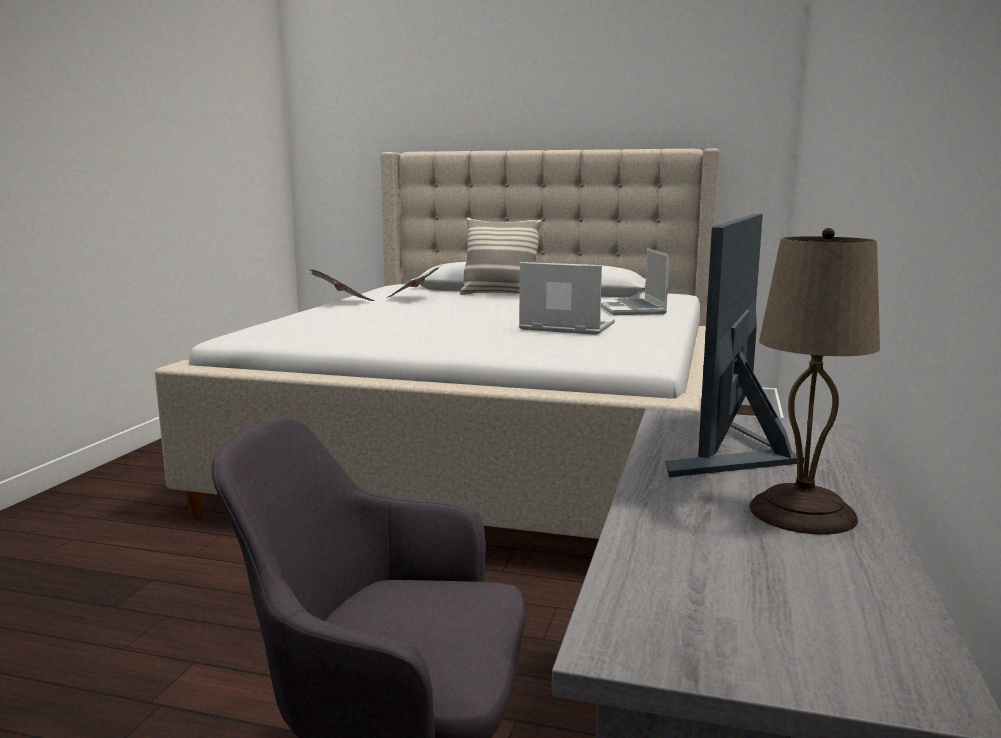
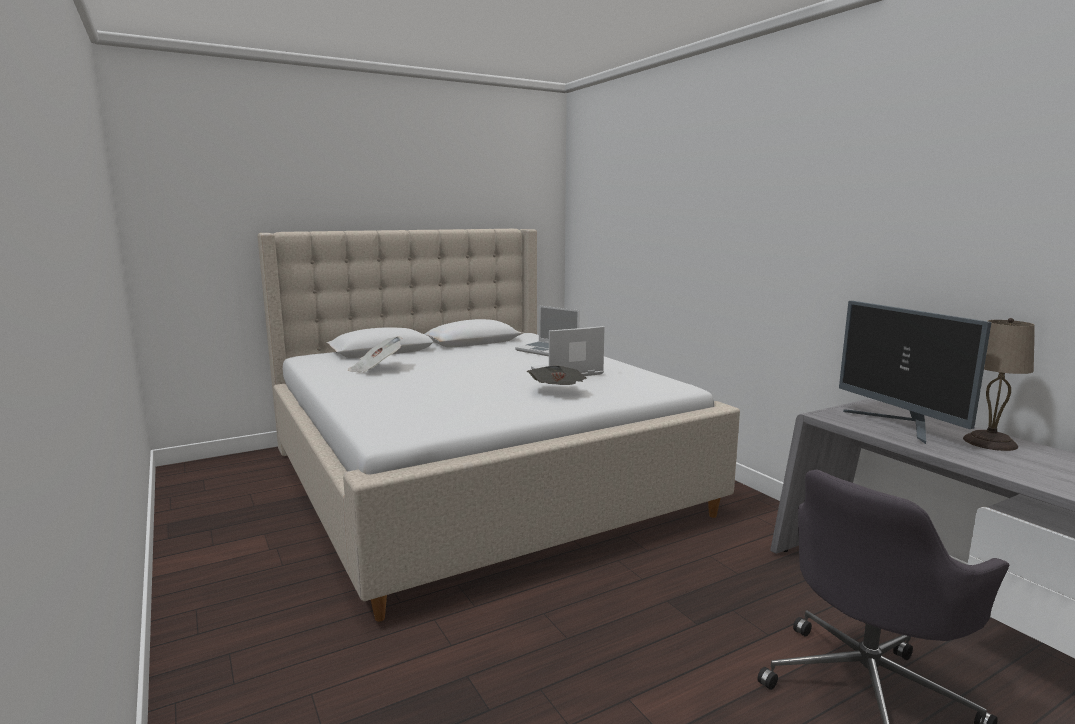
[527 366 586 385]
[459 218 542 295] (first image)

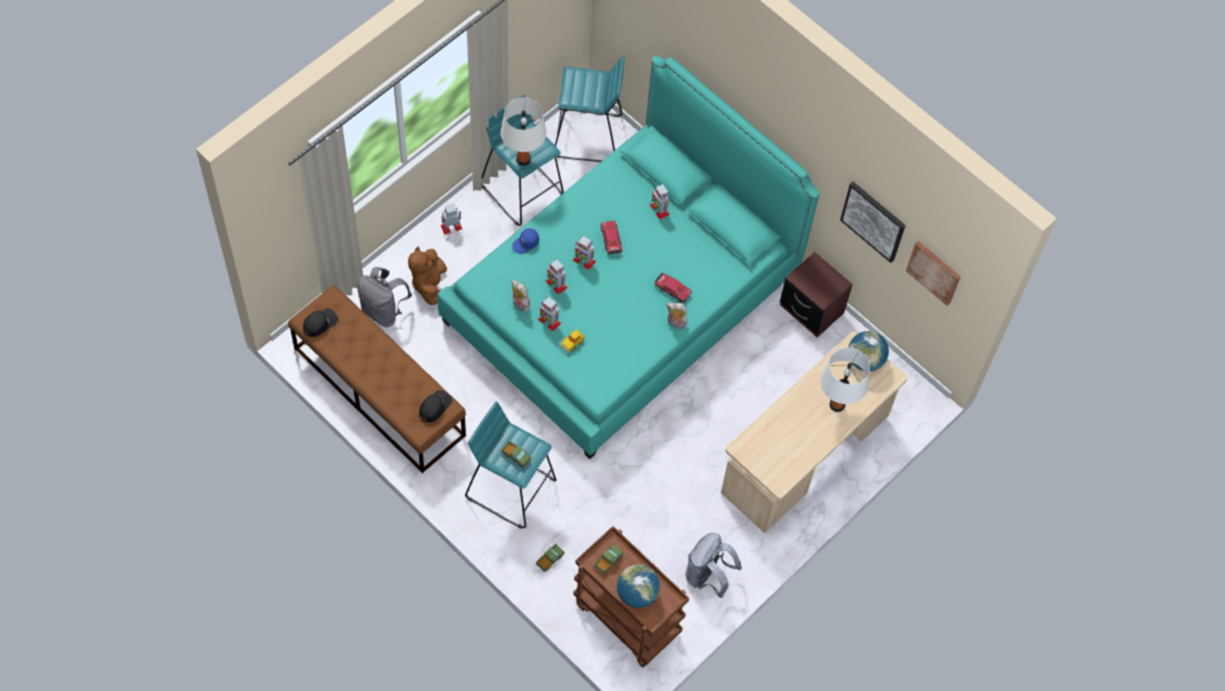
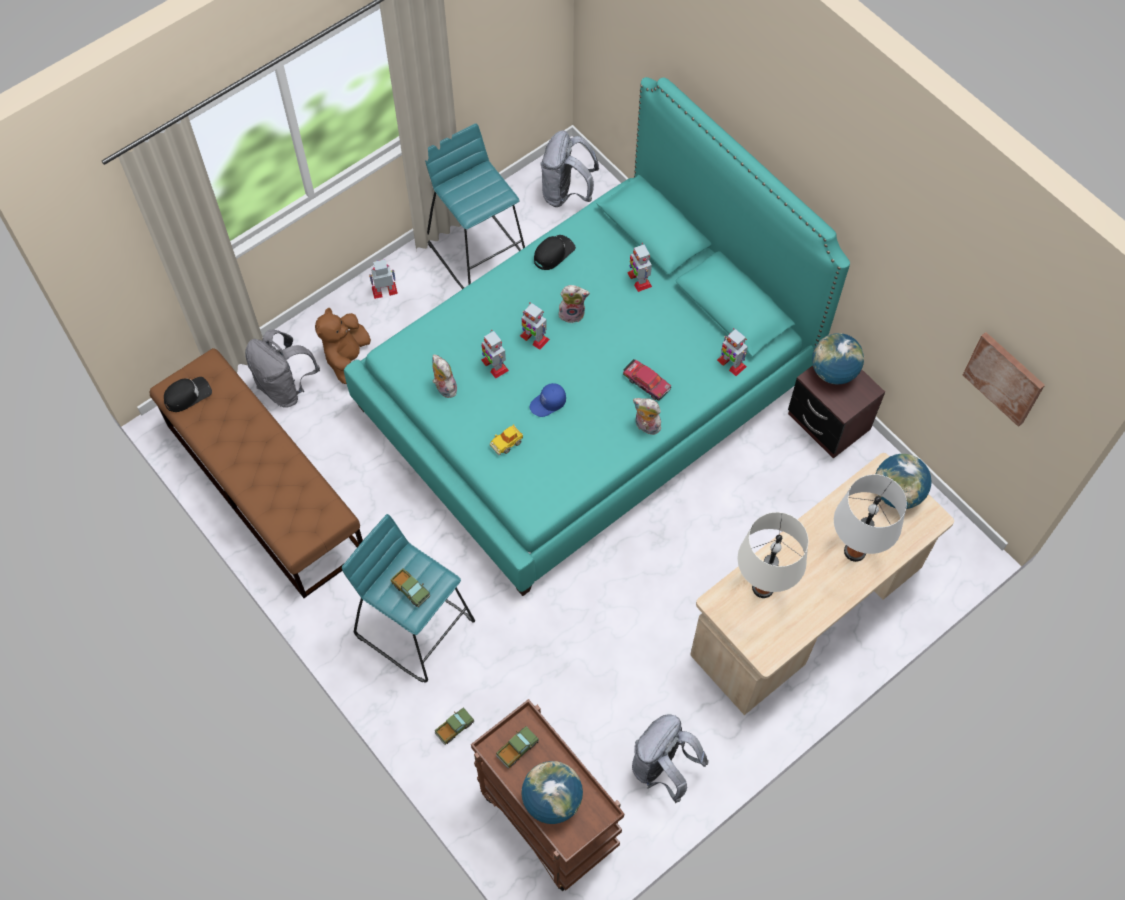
[534 235 576 270]
[737 512 809 598]
[530 383 566 417]
[717 328 748 376]
[540 130 599 207]
[559 285 590 323]
[840 182 906 263] (first image)
[812 333 864 385]

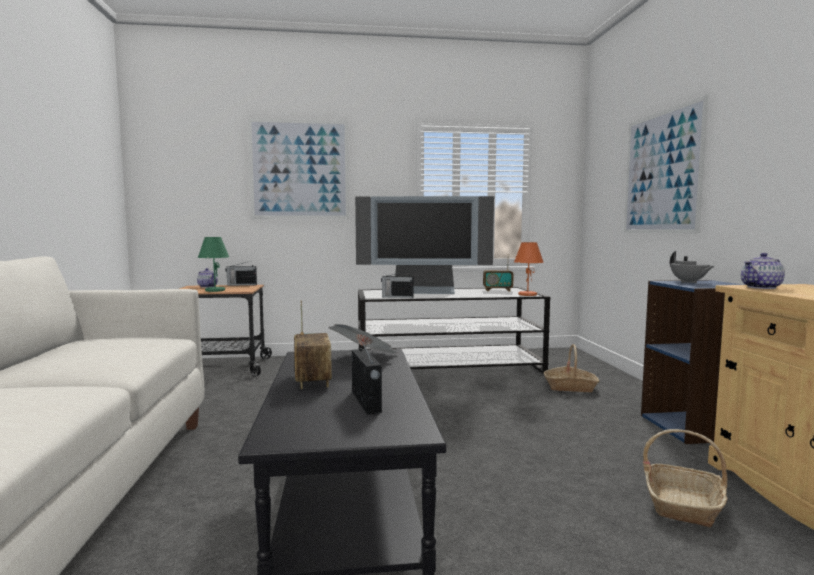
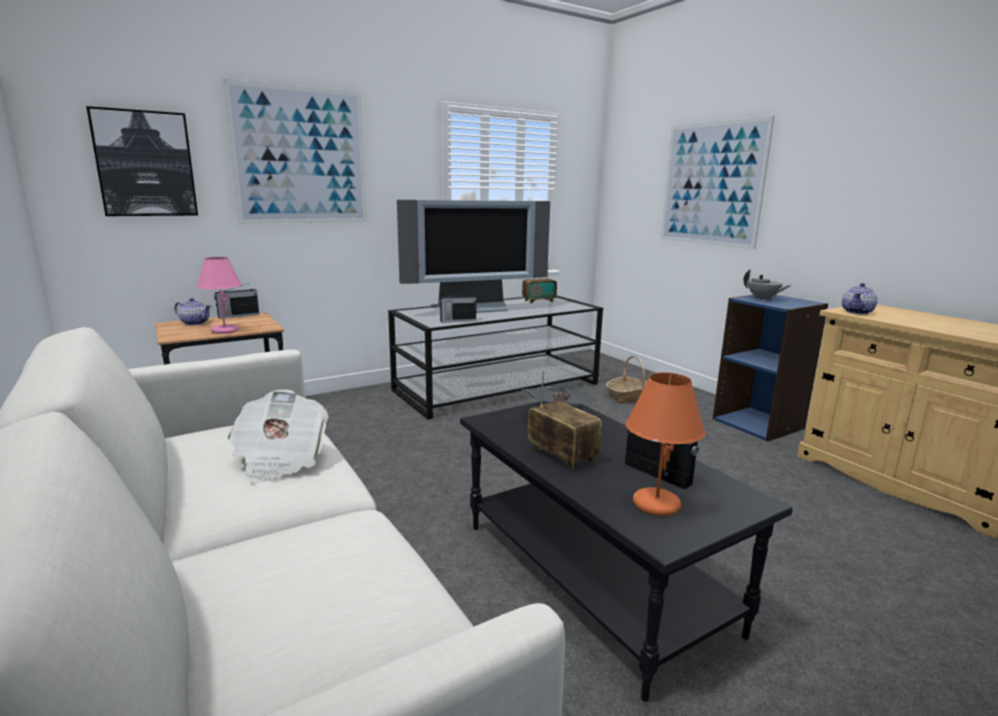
[197 257 242 334]
[626 372 705 516]
[643 429 728 528] (first image)
[86 106 198 216]
[228 389 329 484]

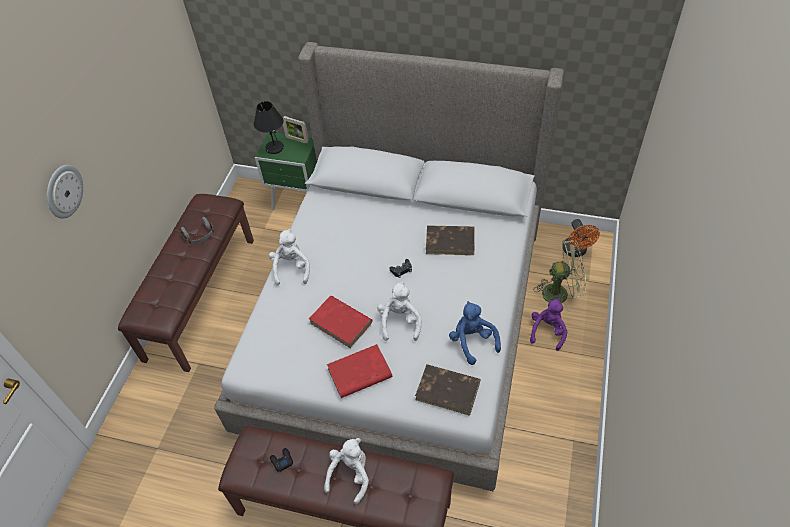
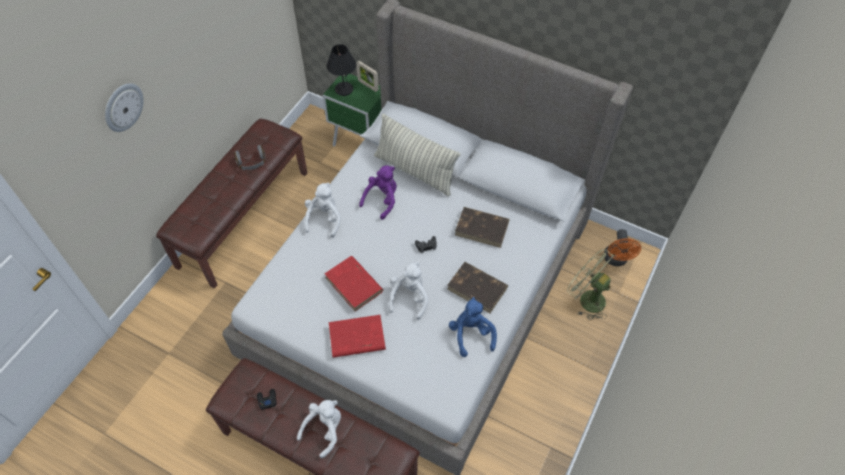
[447 262 508 313]
[359 166 397 220]
[567 249 615 320]
[374 114 461 196]

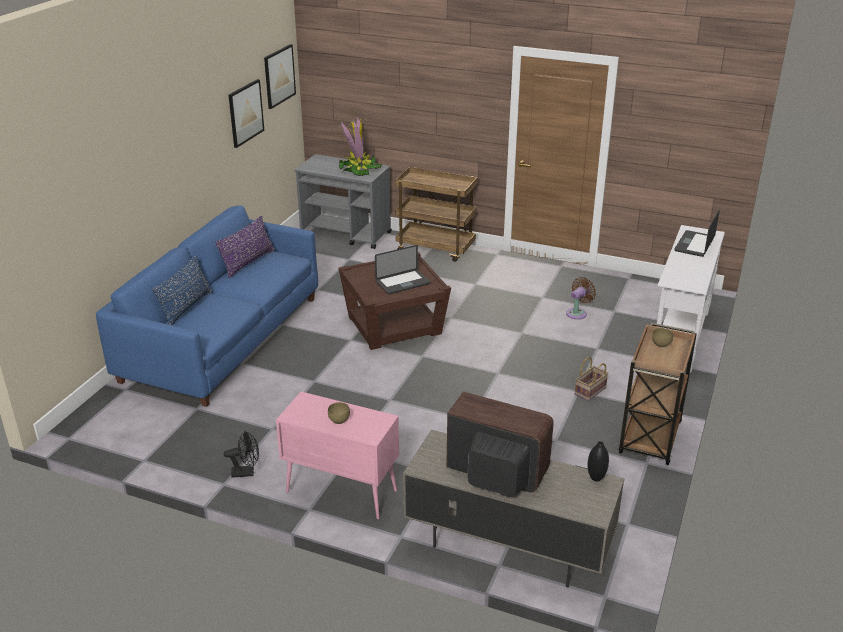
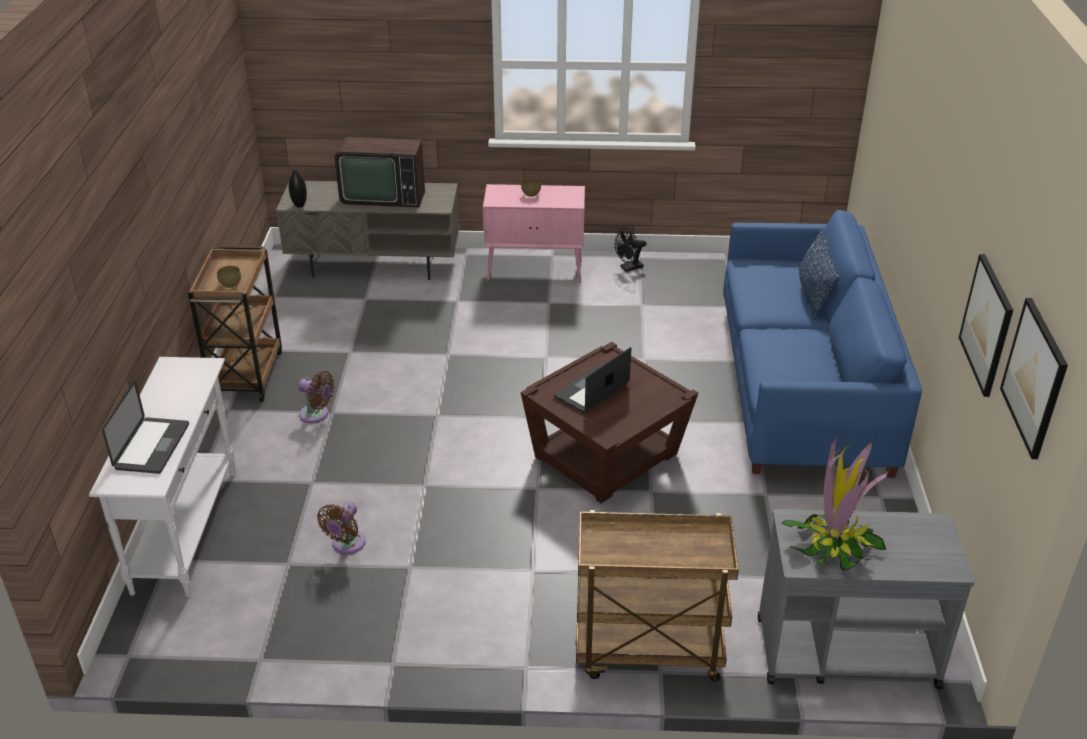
[215 216 275 278] (first image)
[298 371 334 423]

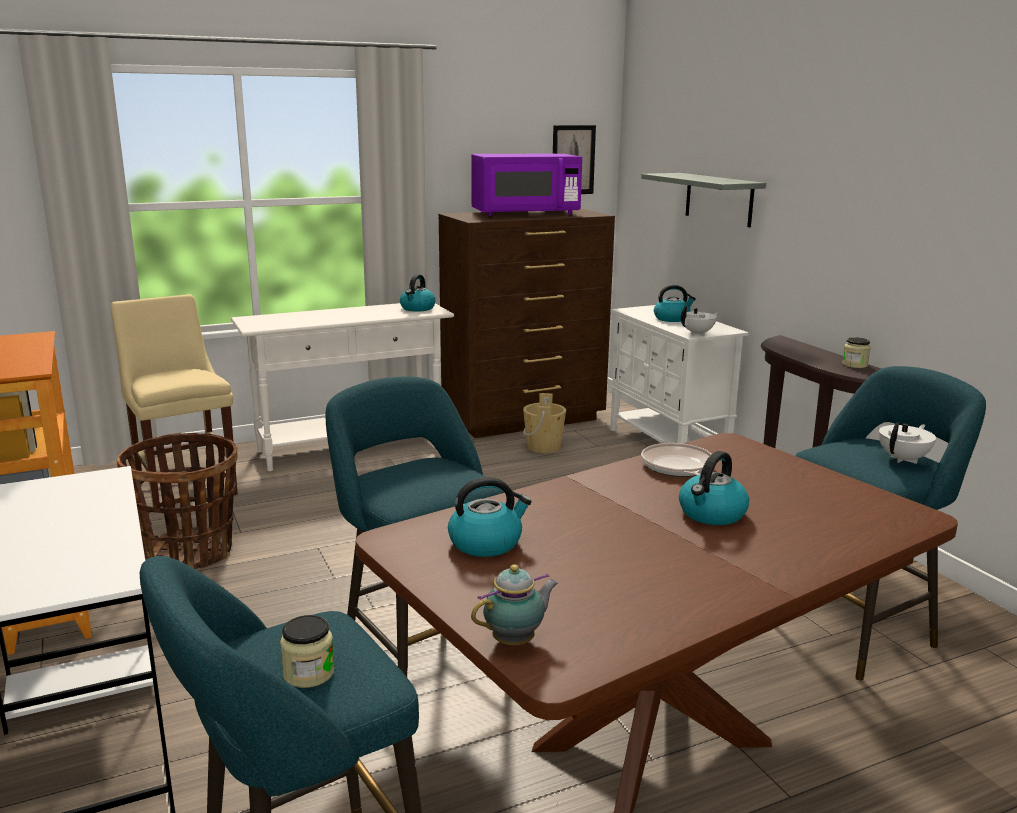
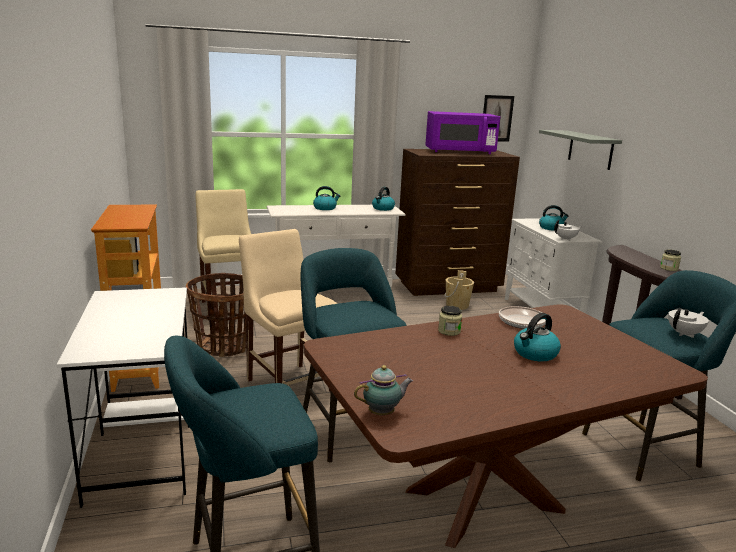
[438 306 462 336]
[313 186 340 210]
[239 229 338 392]

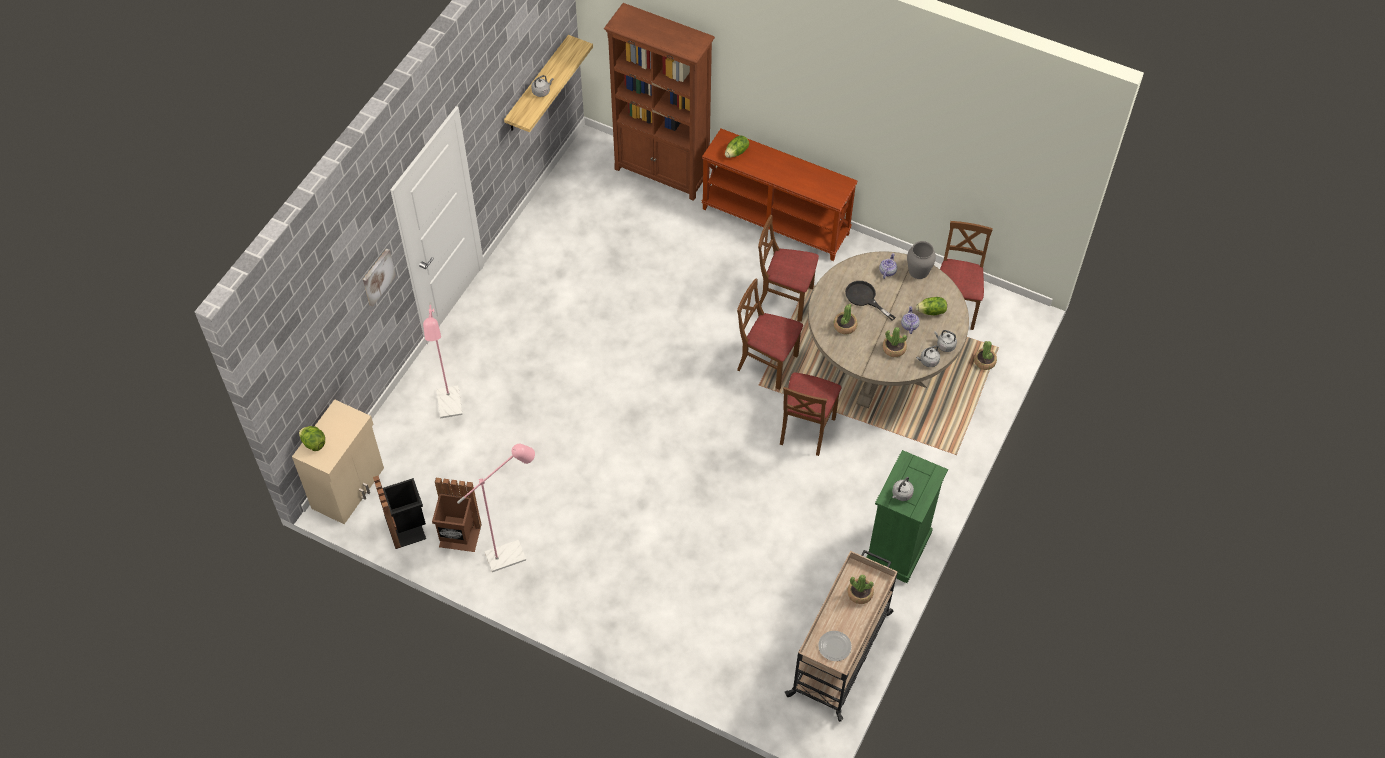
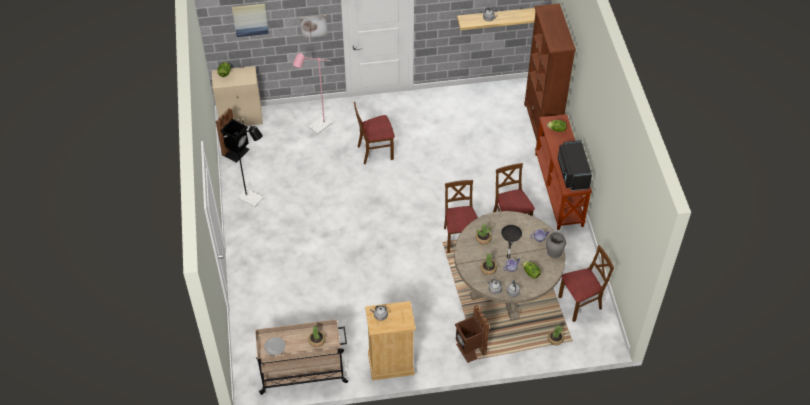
[455 305 490 363]
[224 126 264 207]
[354 102 395 164]
[365 301 416 380]
[232 4 269 37]
[558 140 592 191]

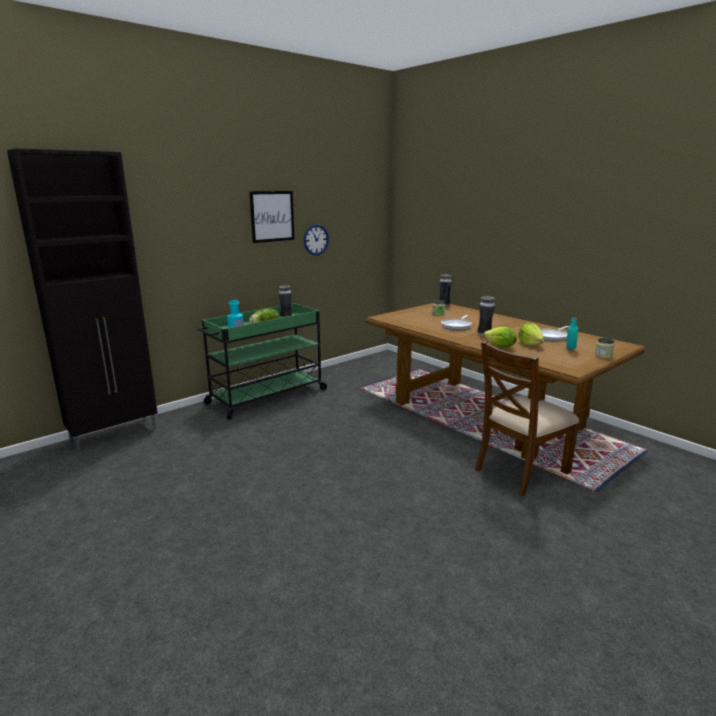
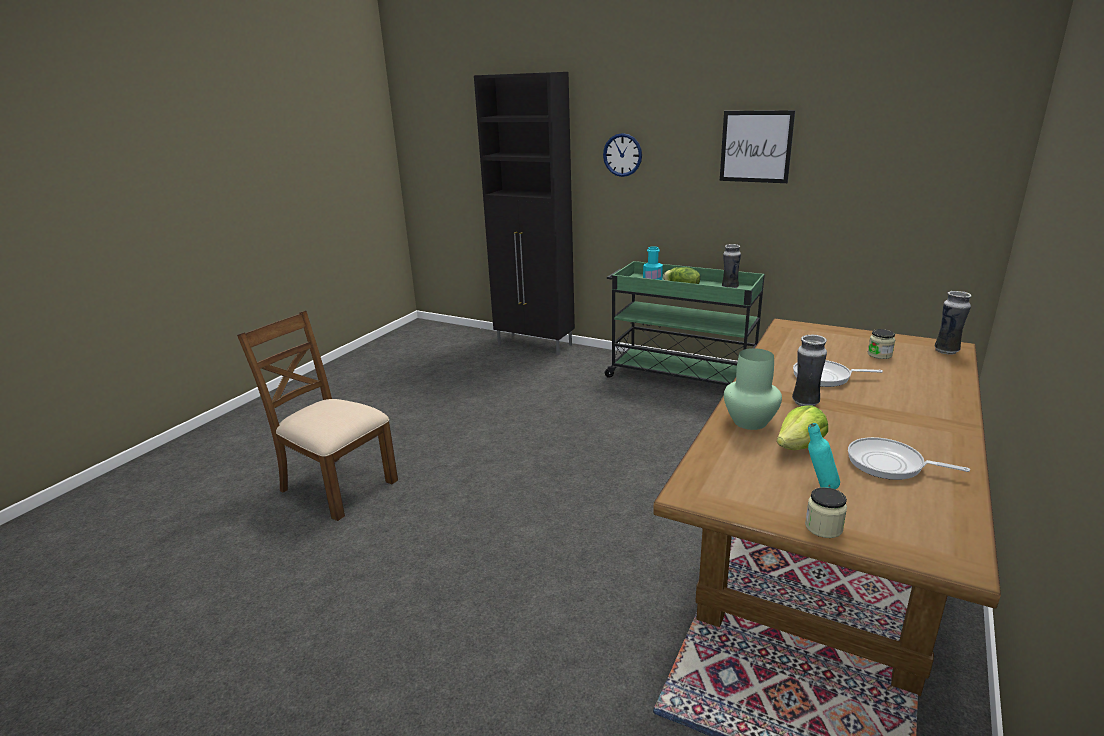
[603 133 642 177]
[237 311 398 521]
[724 348 782 430]

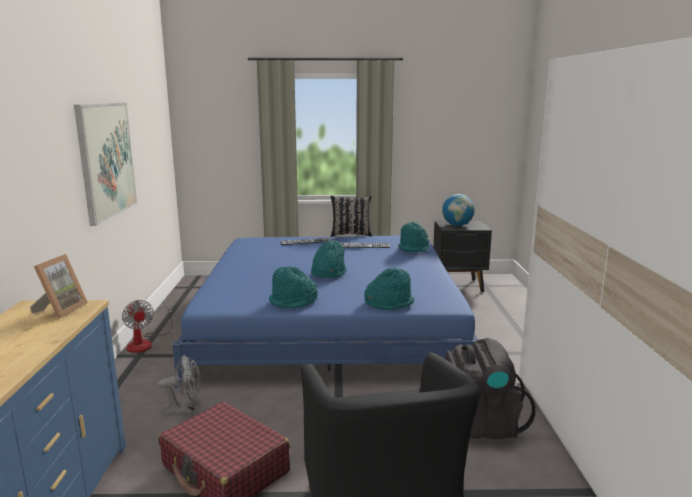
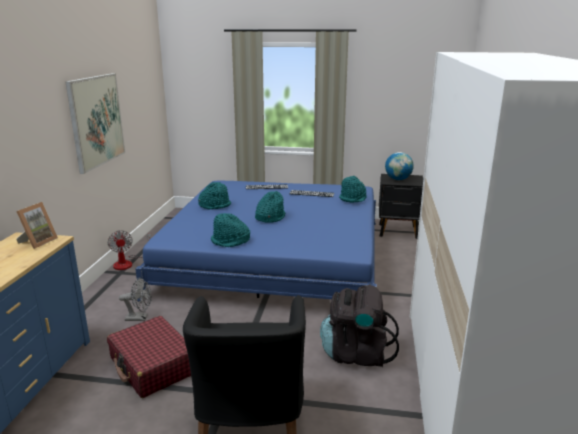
[331 195 372 237] (first image)
[198 182 231 209]

